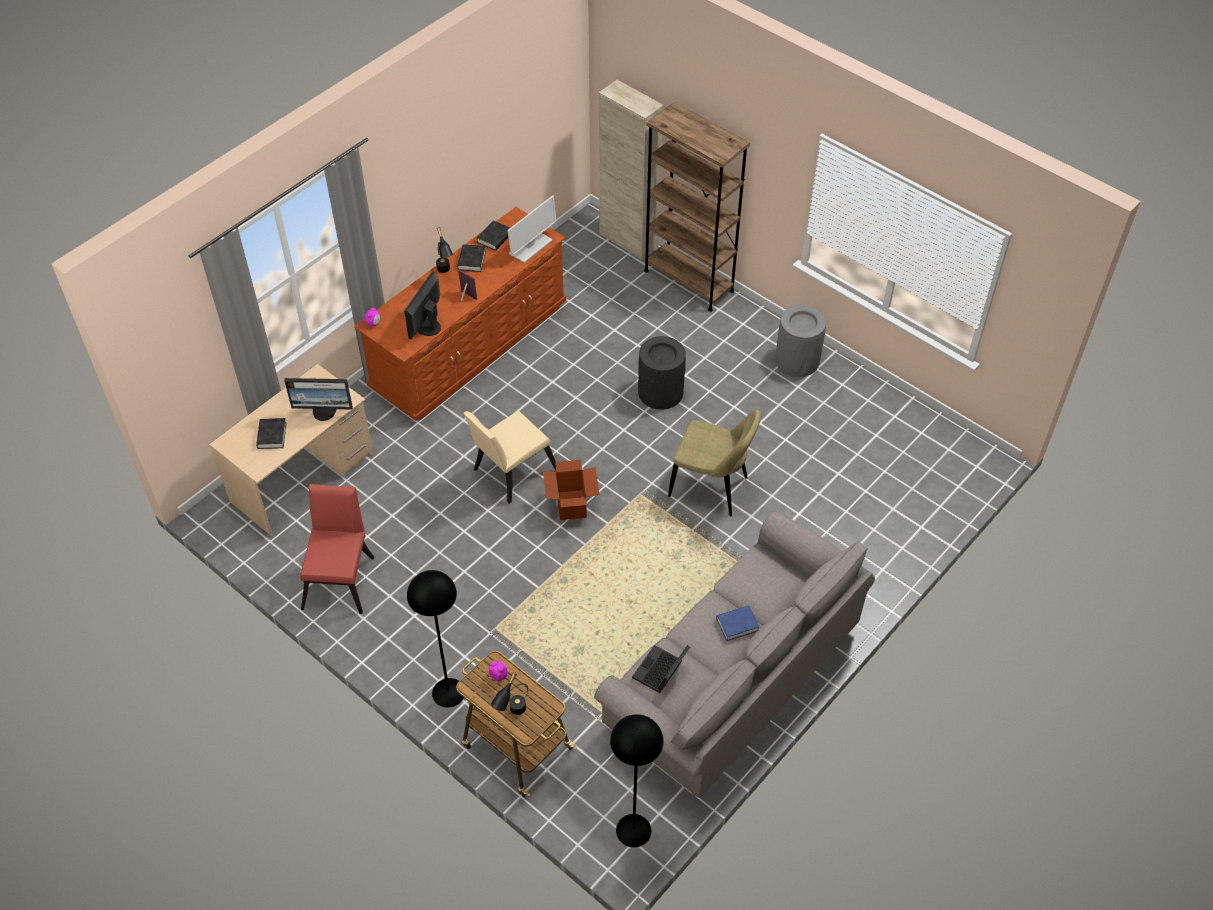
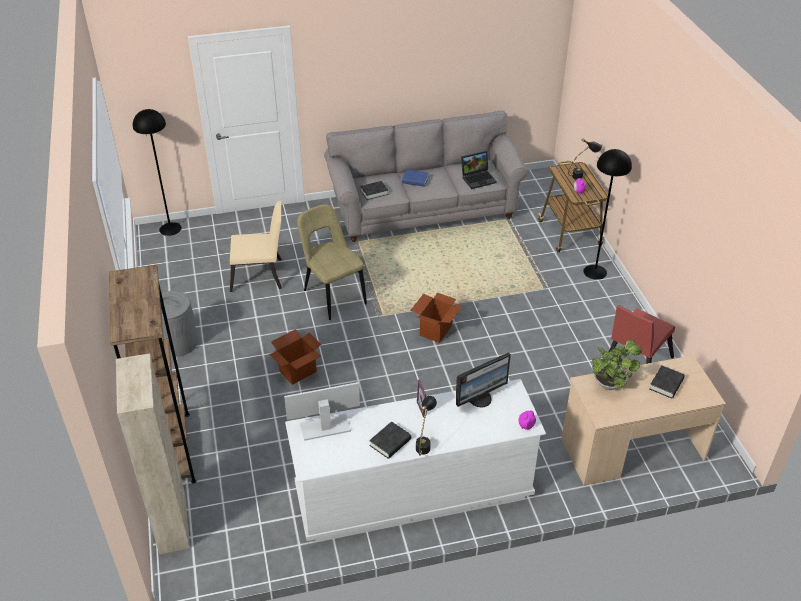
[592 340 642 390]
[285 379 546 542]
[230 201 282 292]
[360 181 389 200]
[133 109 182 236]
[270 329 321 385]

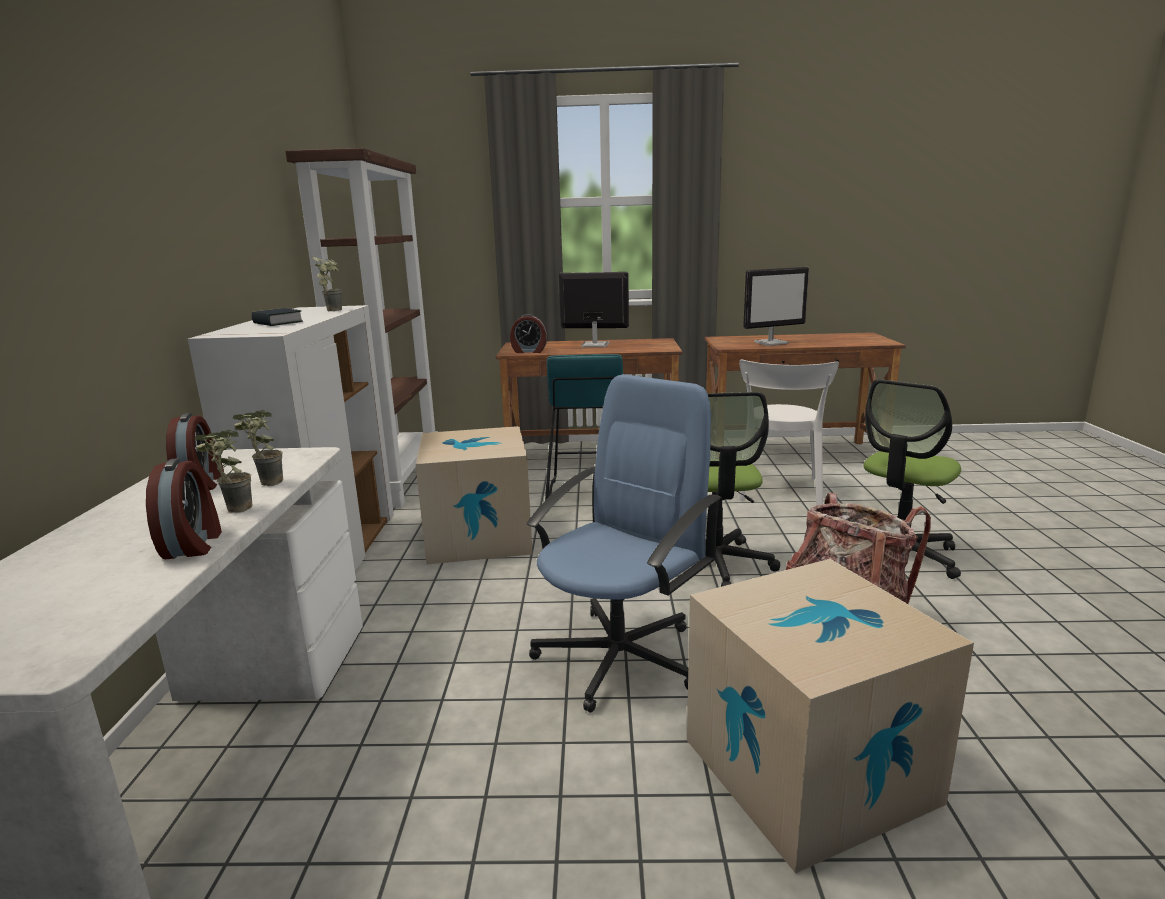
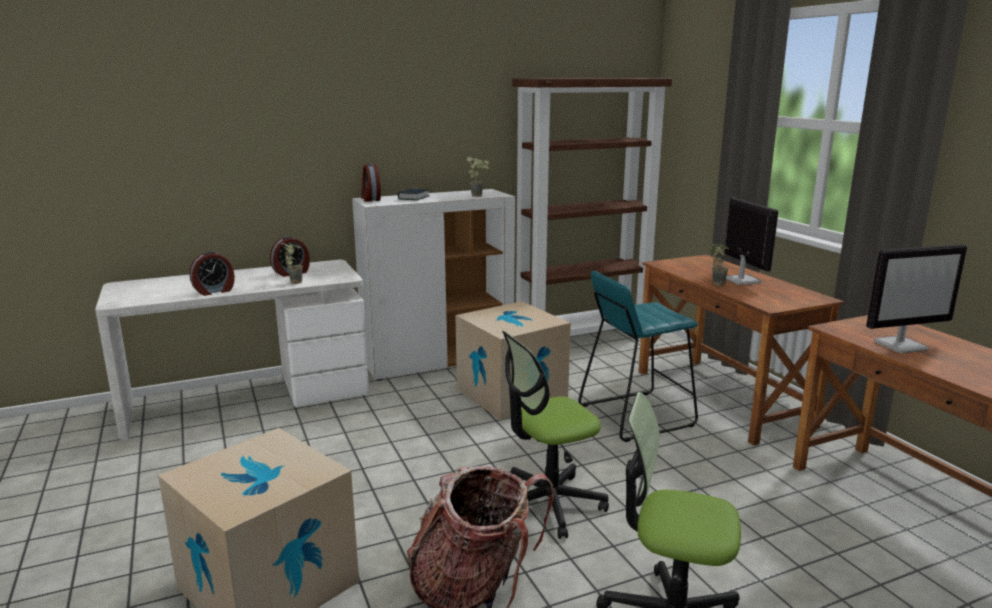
[709 244 729 286]
[361 163 381 202]
[527 374 722 713] (first image)
[738 360 839 505] (first image)
[866 244 967 353]

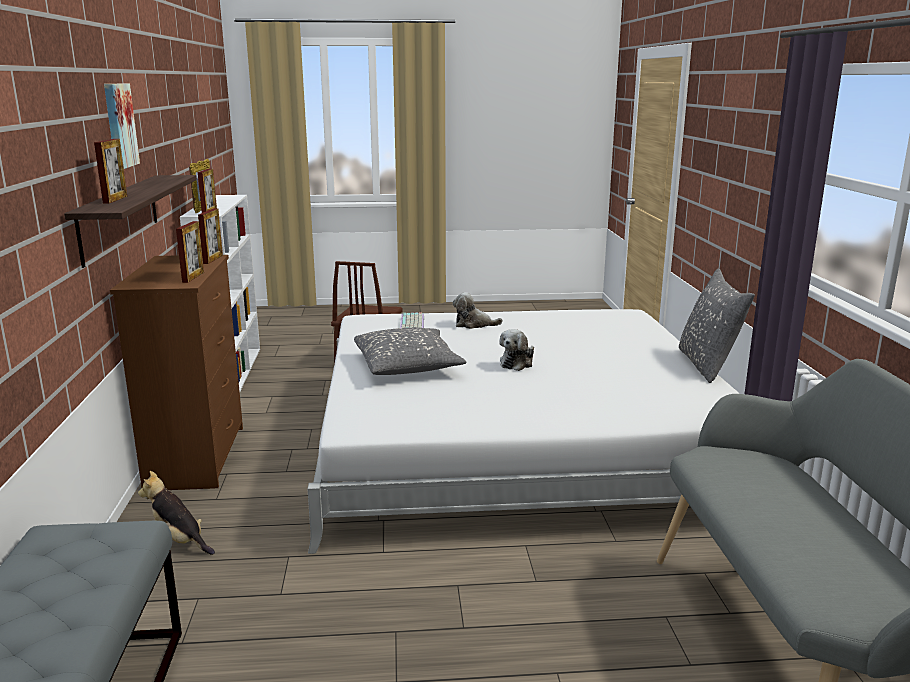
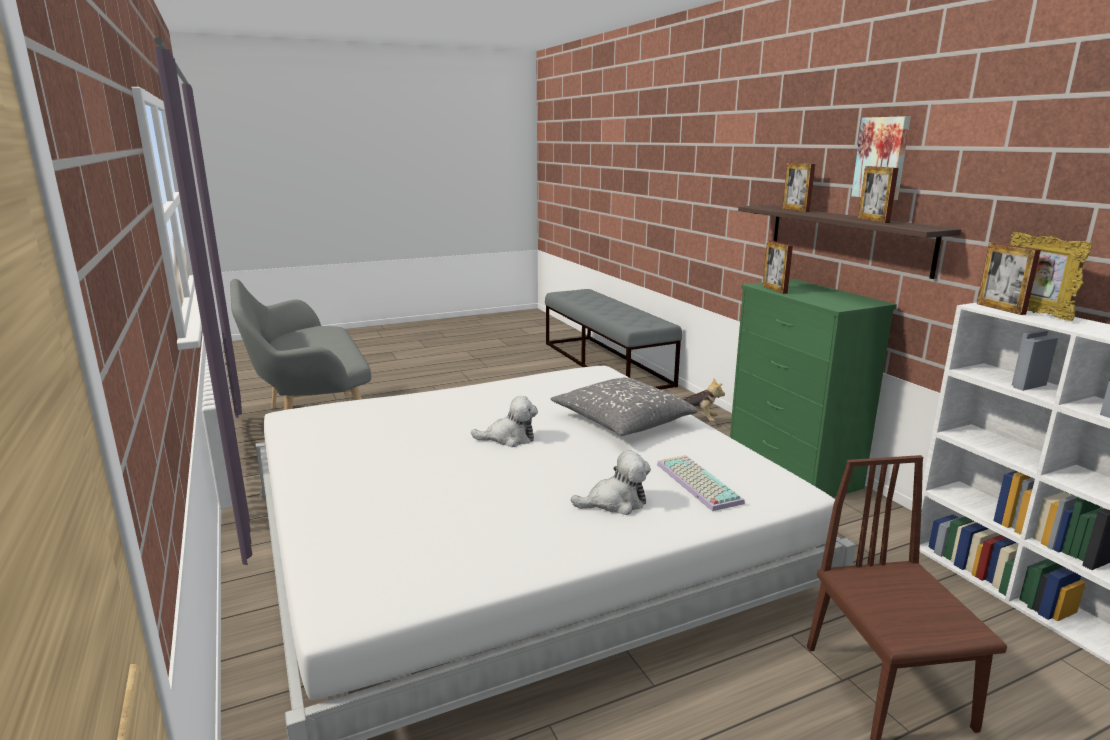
[730 279 897 497]
[858 166 898 223]
[471 396 538 447]
[679 269 755 383] (first image)

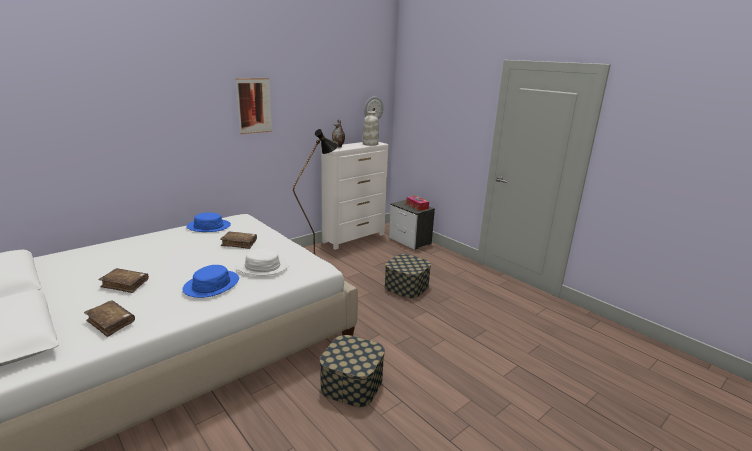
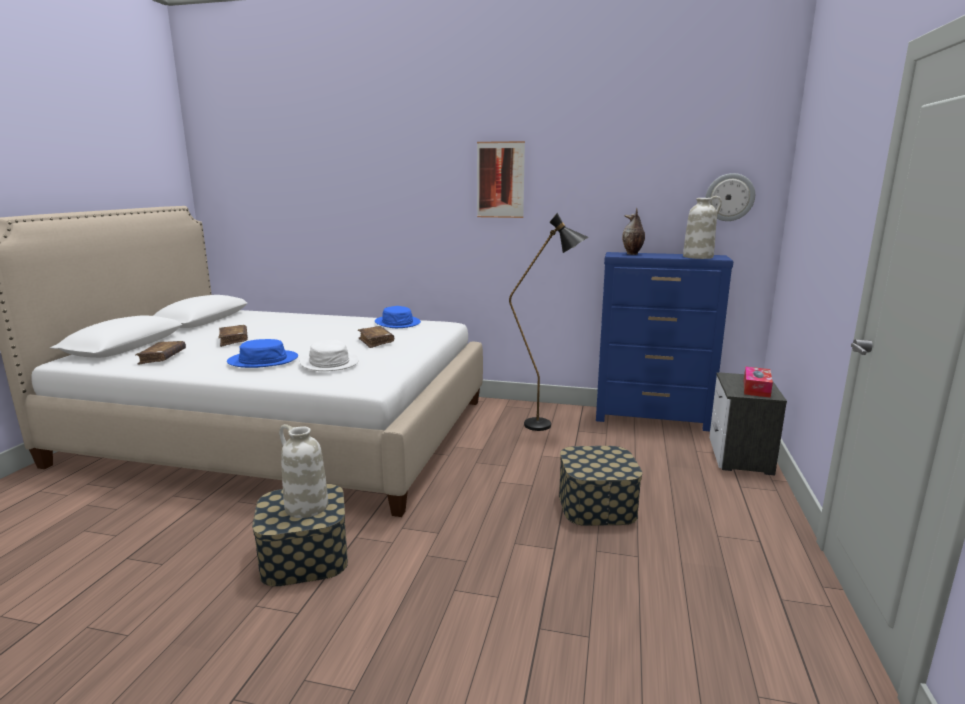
[596 252 733 431]
[279 424 328 518]

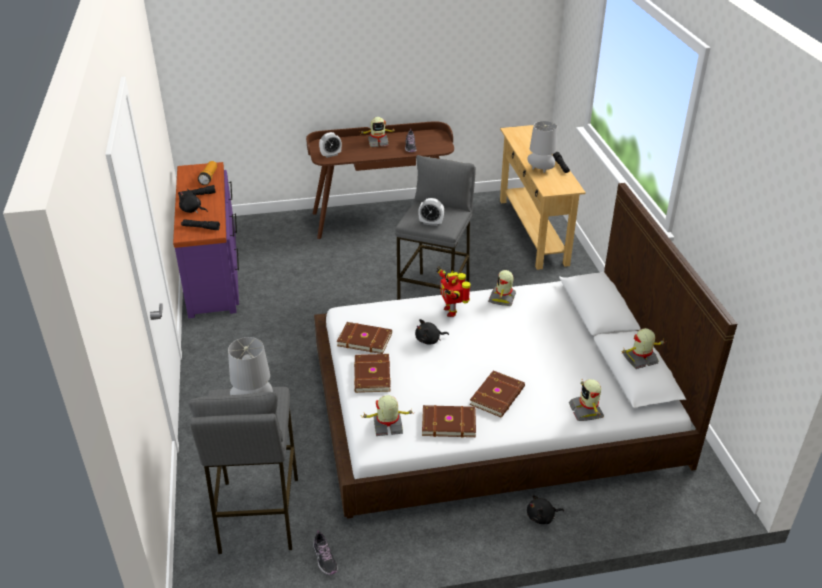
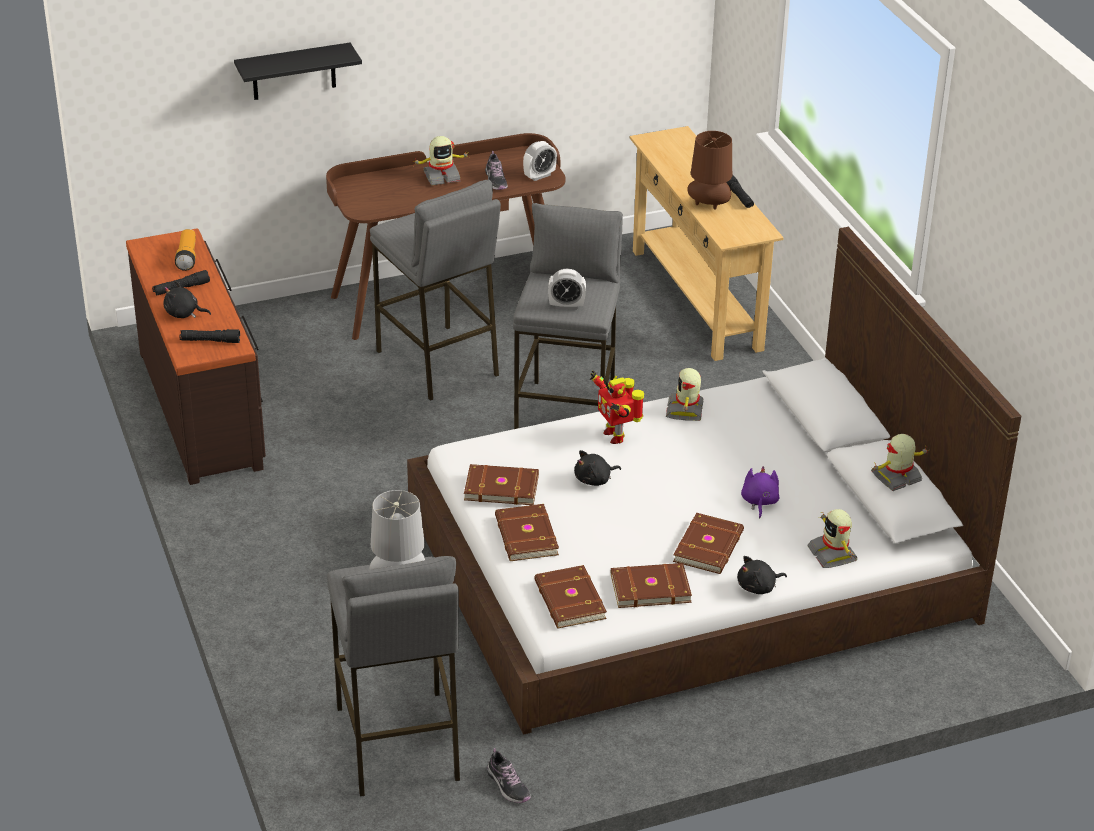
[126 228 266 485]
[523 141 557 181]
[534 565 607 628]
[687 131 732 210]
[737 556 787 594]
[234 43 362 100]
[370 180 501 401]
[741 466 779 519]

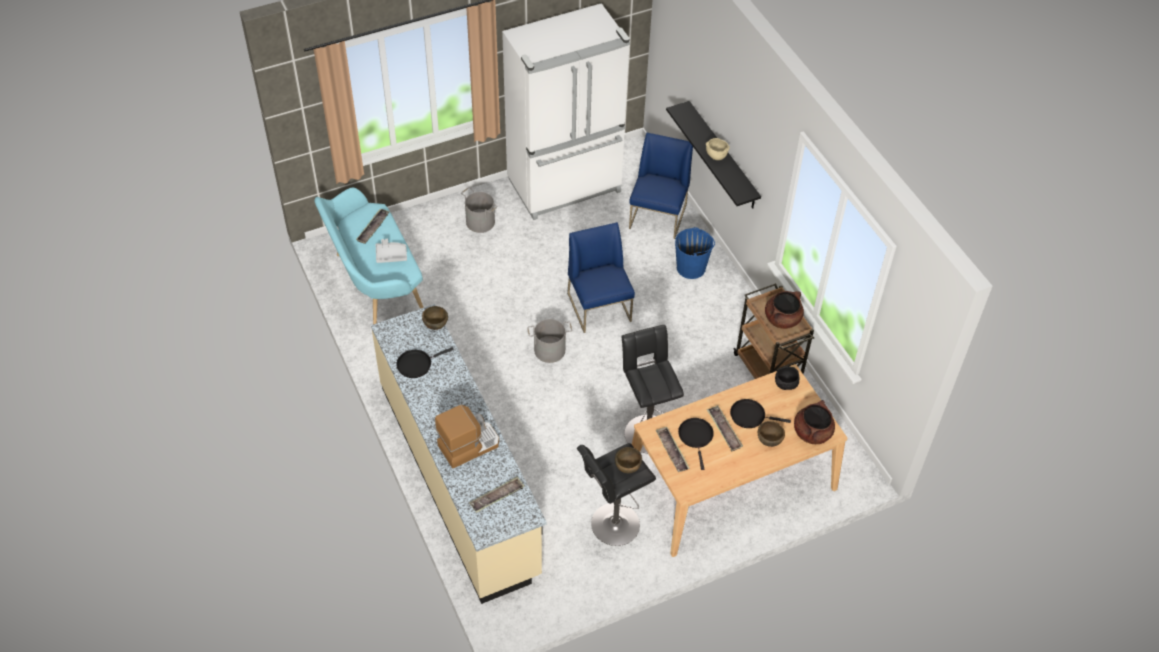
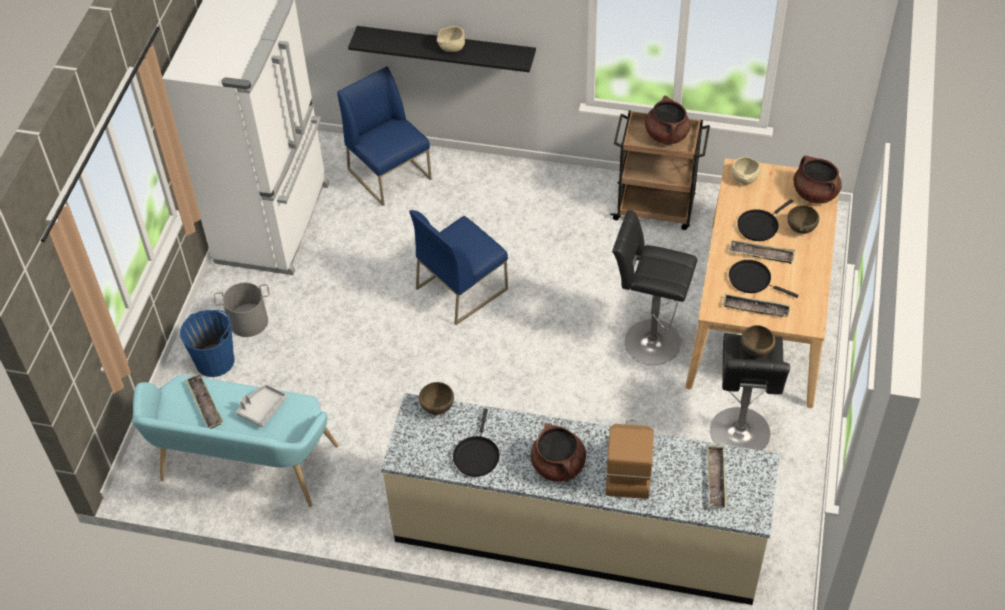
[527 319 572 363] (first image)
[409 210 508 325]
[180 310 235 377]
[731 156 761 185]
[531 423 586 482]

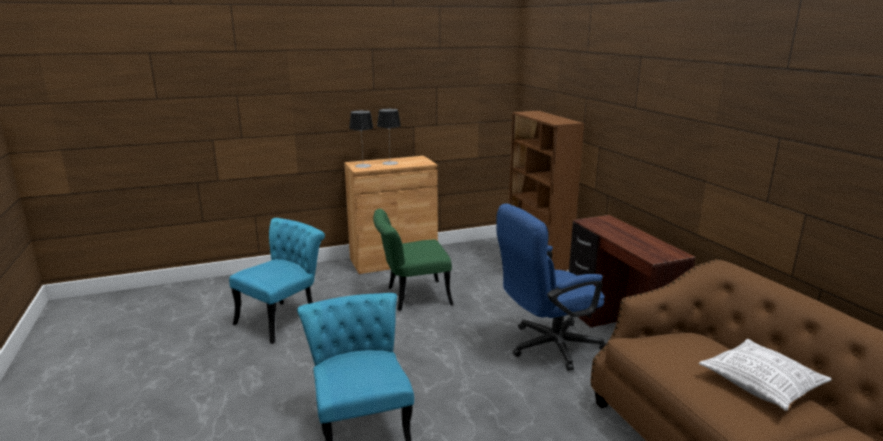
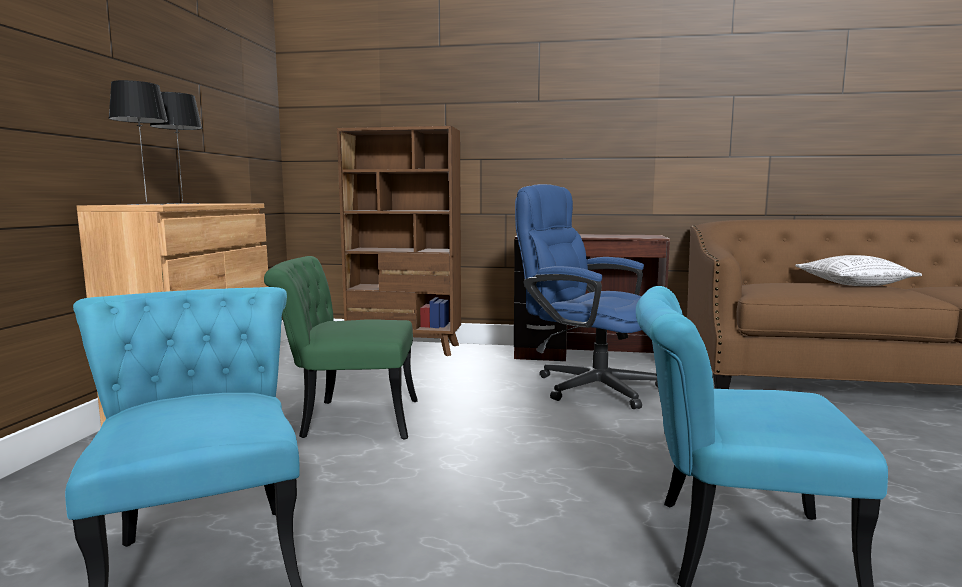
[264 256 418 440]
[515 184 658 409]

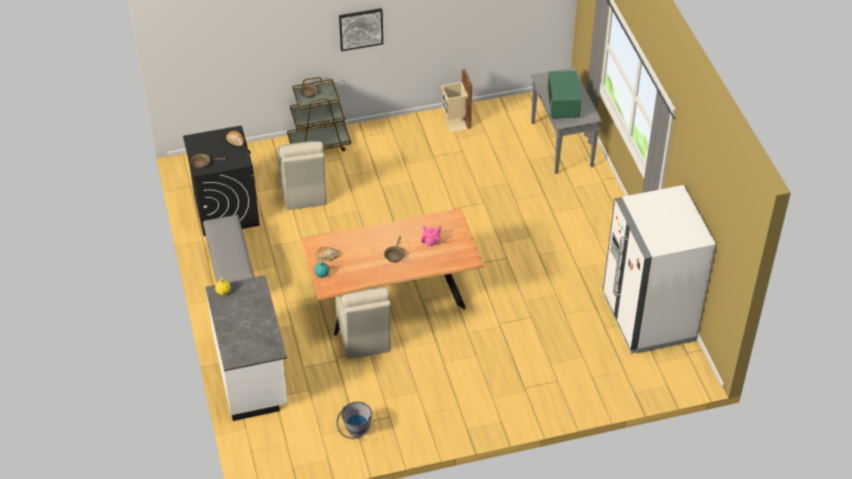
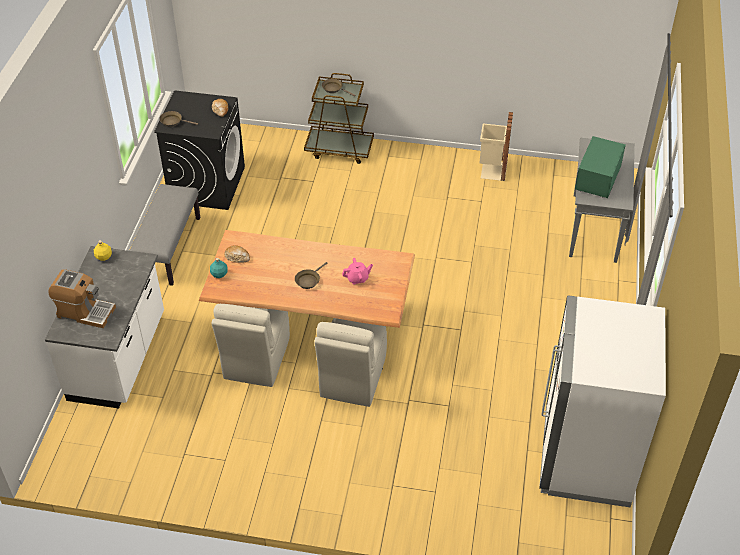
[314 318 387 407]
[336 402 372 439] (first image)
[339 8 383 51] (first image)
[49 269 116 328]

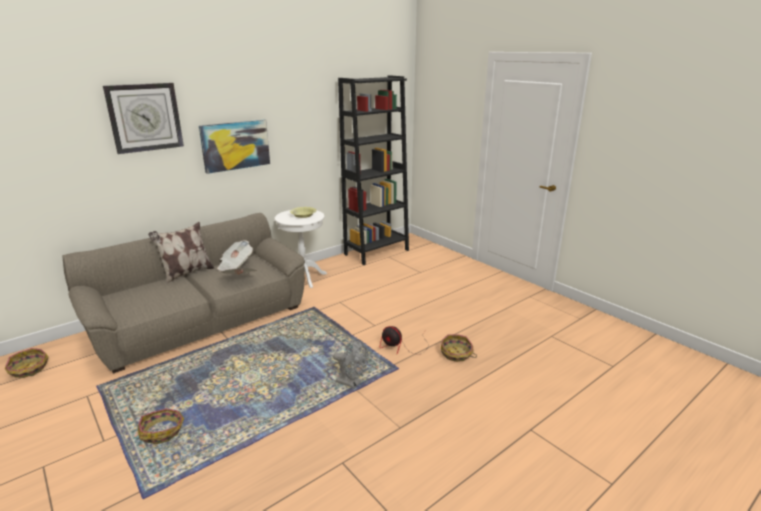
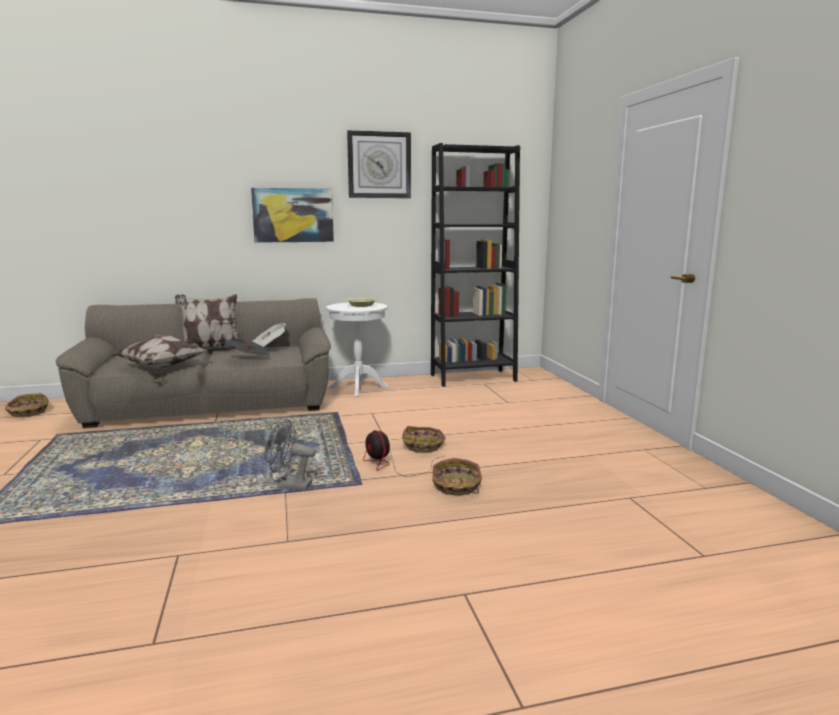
[347 130 411 198]
[402 426 446 453]
[265 419 316 490]
[114 335 208 369]

